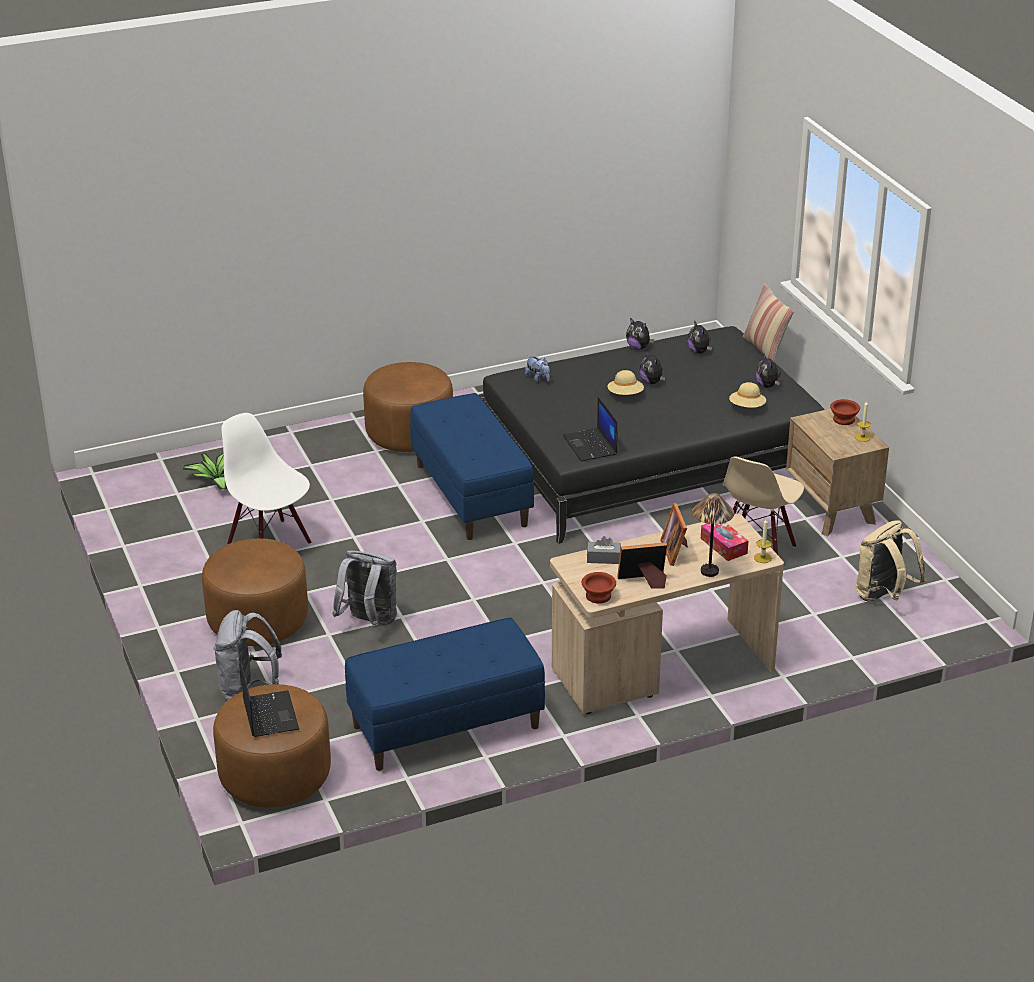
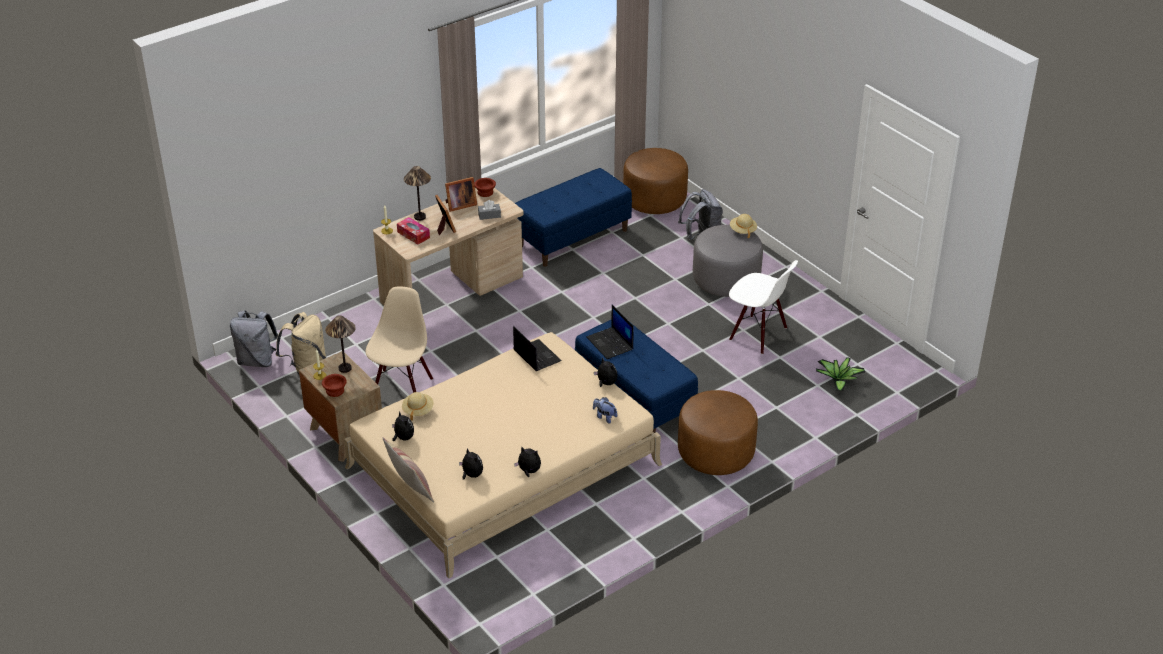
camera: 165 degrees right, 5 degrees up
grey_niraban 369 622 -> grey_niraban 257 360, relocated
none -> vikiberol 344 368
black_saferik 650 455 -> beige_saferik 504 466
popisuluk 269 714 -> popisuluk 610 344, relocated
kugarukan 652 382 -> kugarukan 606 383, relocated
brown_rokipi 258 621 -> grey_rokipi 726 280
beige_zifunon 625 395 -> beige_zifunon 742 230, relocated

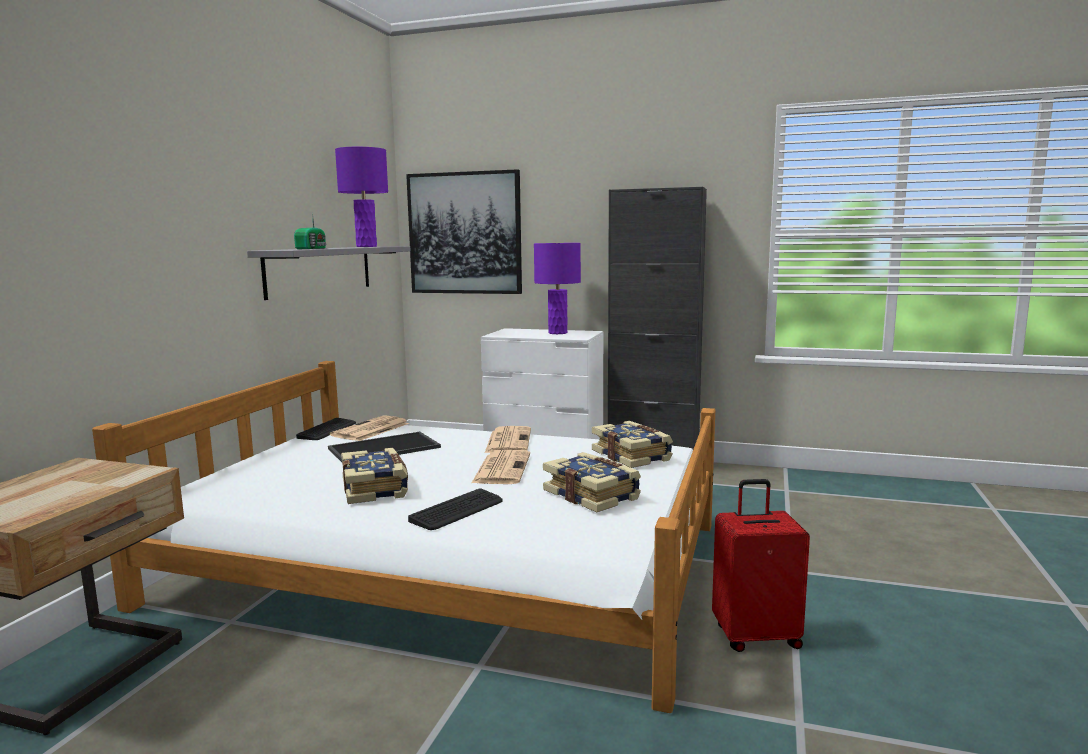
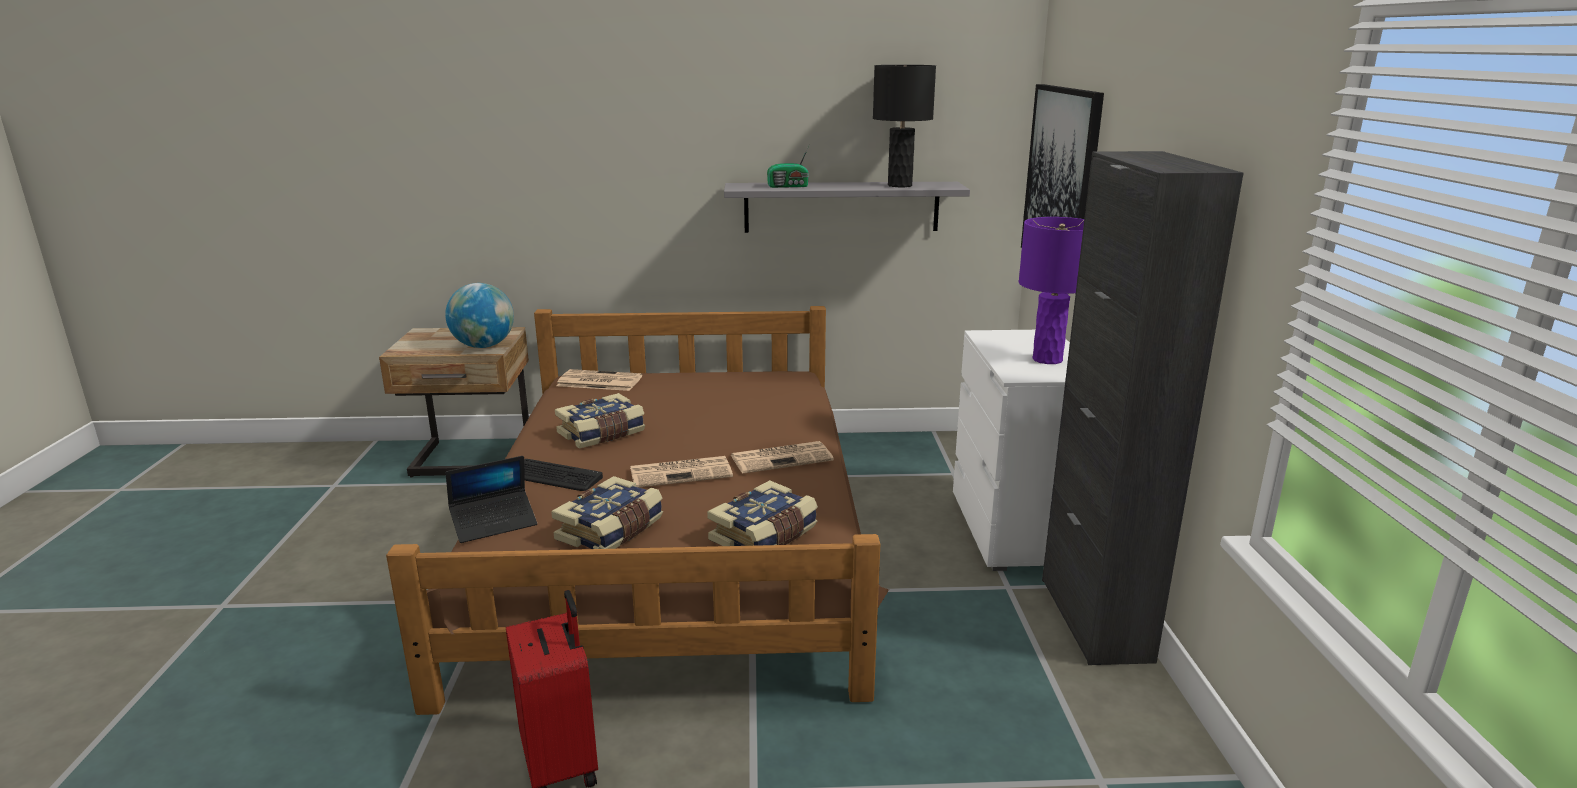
camera: 70 degrees right, 10 degrees up
white_saferik 452 563 -> brown_saferik 673 541
none -> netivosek 484 346
none -> popisuluk 494 523
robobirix 370 430 -> robobirix 598 381, relocated
purple_vikiberol 366 246 -> black_vikiberol 900 185
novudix 327 430 -> none
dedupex 383 449 -> none

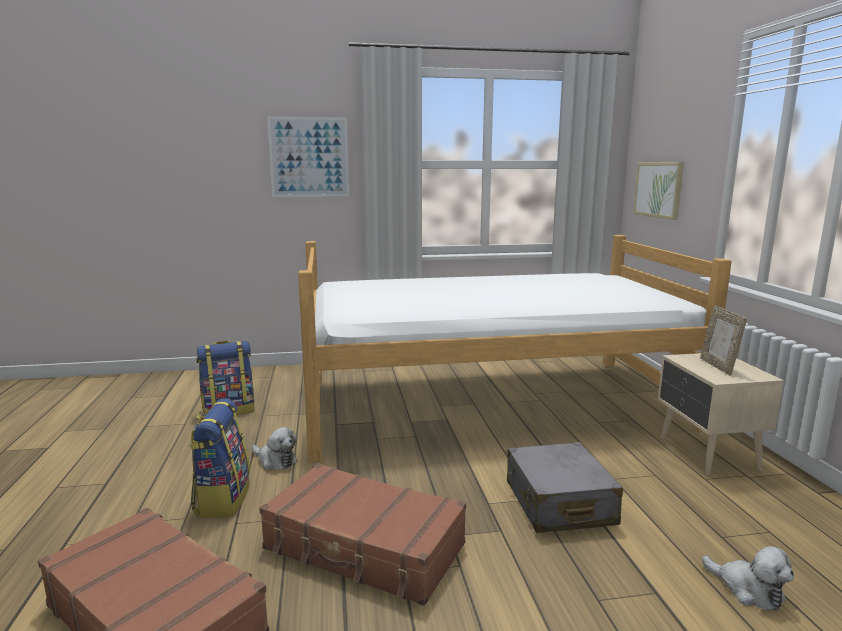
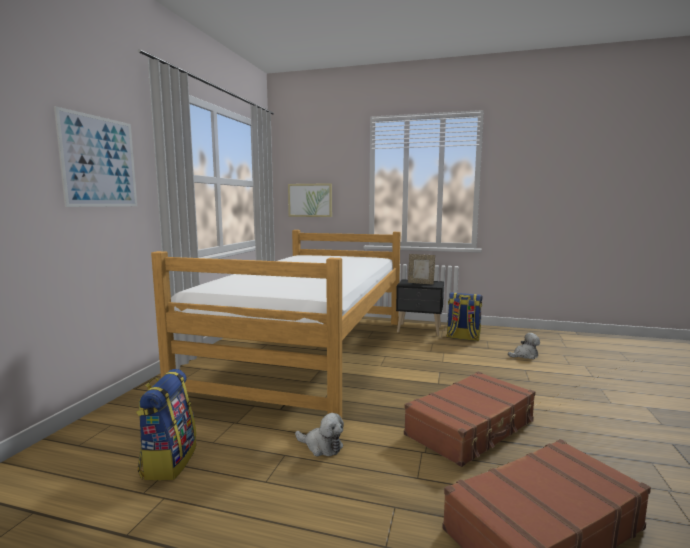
camera: 65 degrees left, 5 degrees down
kugarukan 275 461 -> kugarukan 321 446, 60 degrees clockwise
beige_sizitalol 707 454 -> black_sizitalol 419 330
niraban 222 499 -> niraban 462 338, relocated
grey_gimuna 559 503 -> none

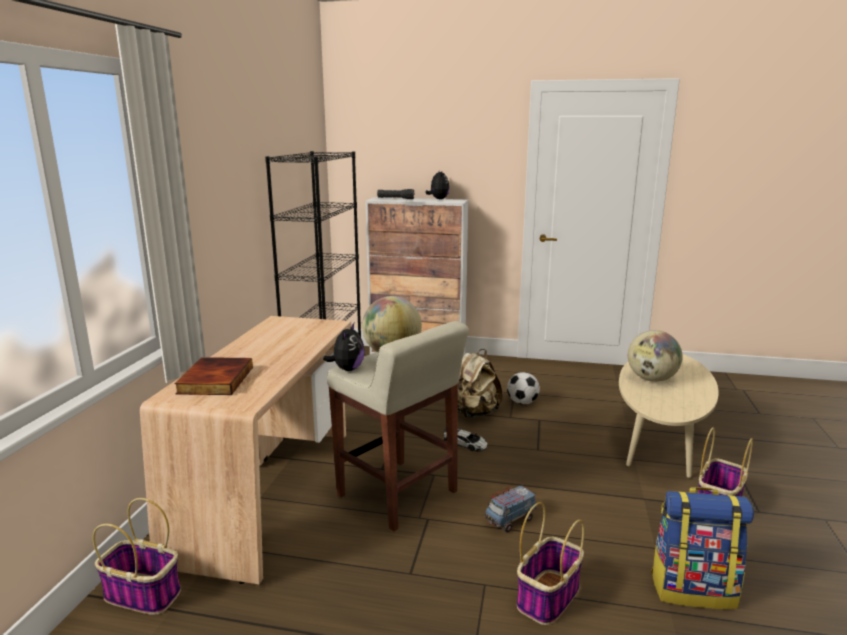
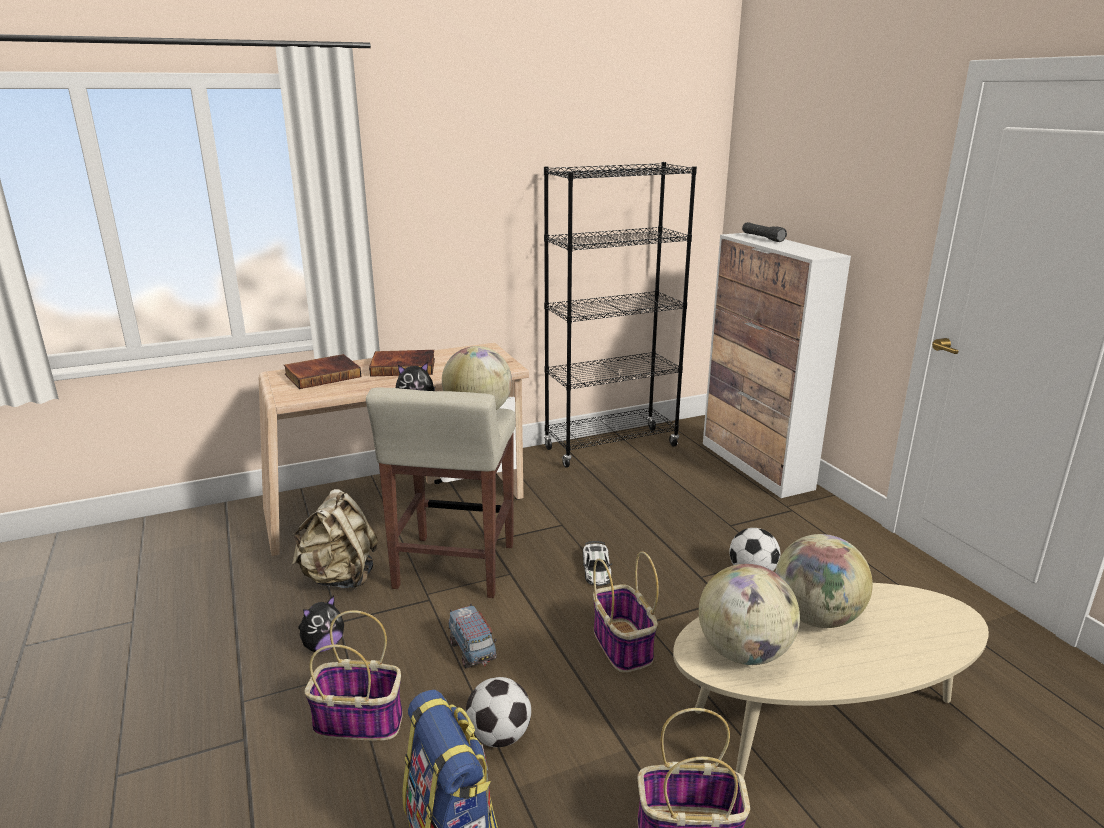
camera: 55 degrees right, 5 degrees up
beige_niraban 474 413 -> beige_niraban 340 578, relocated
kugarukan 438 199 -> kugarukan 323 646, relocated
none -> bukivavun 404 366
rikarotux 509 520 -> rikarotux 473 651, 135 degrees counterclockwise
none -> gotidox 499 736
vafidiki 144 594 -> vafidiki 623 646, relocated
none -> netivosek 744 652

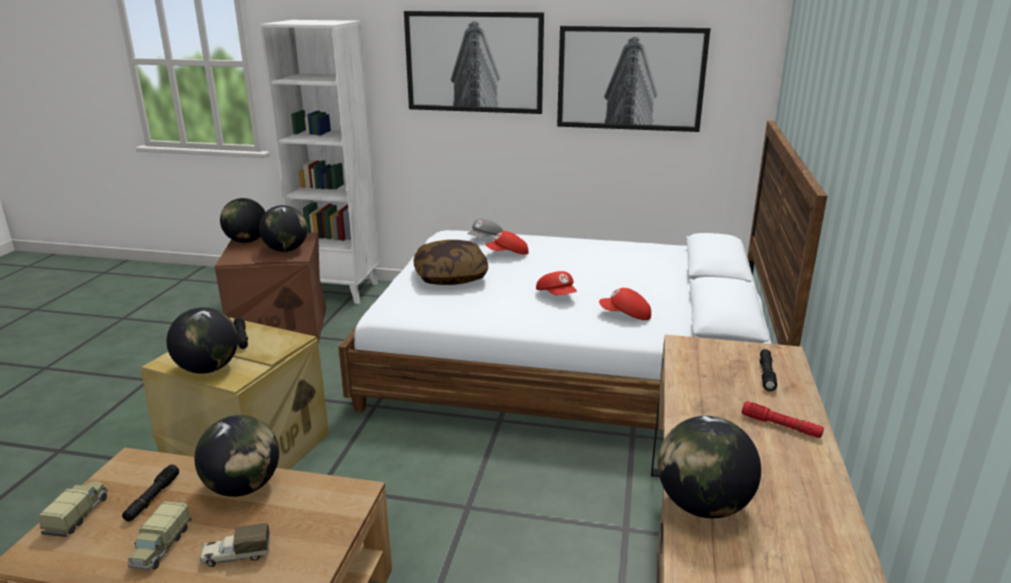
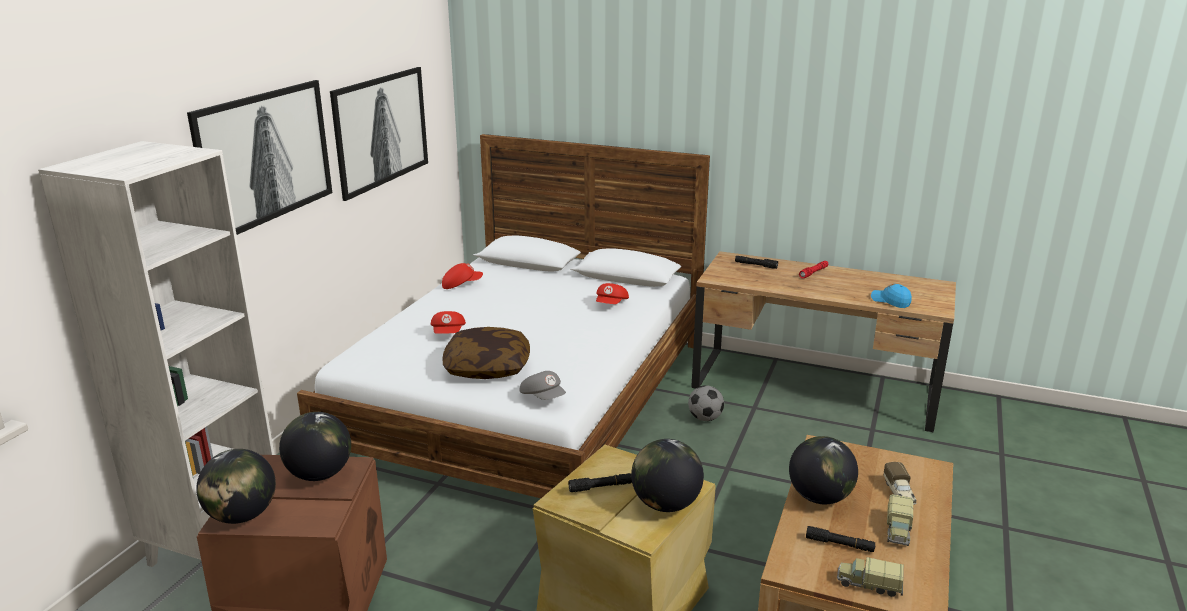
camera: 80 degrees left, 0 degrees up
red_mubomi 557 295 -> red_mubomi 461 285, relocated
grey_mubomi 486 239 -> grey_mubomi 543 397, relocated
none -> gotidox 705 418
netivosek 703 505 -> blue_mubomi 890 301
rikarotux 161 547 -> rikarotux 898 530, 90 degrees clockwise

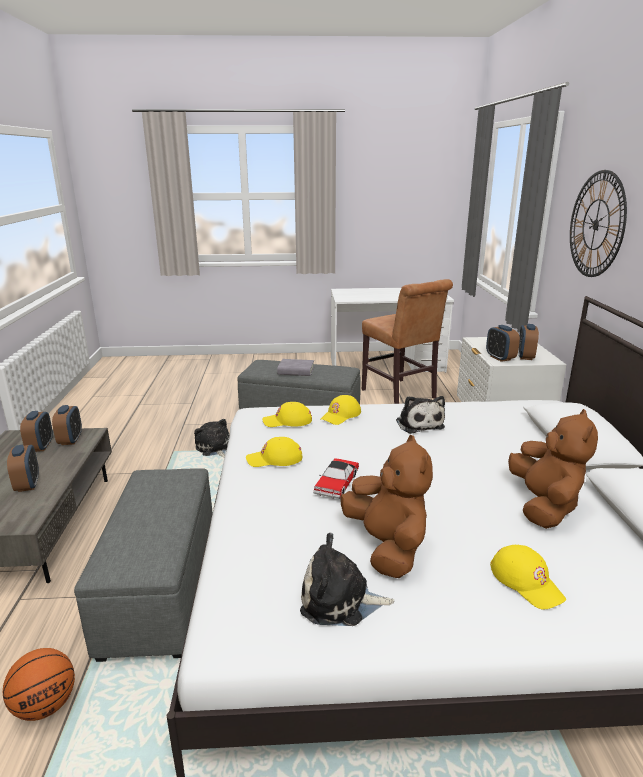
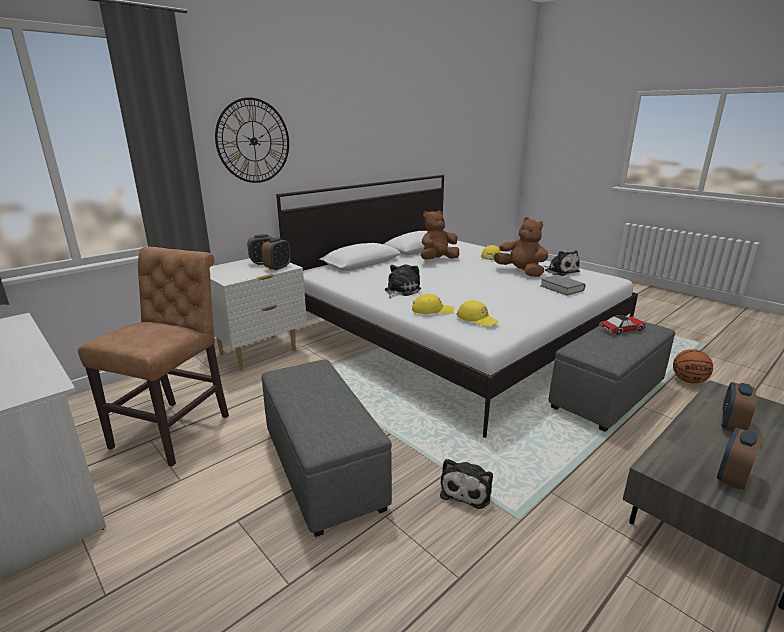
camera: 130 degrees left, 0 degrees up
brown_kugarukan 387 547 -> brown_kugarukan 521 272, 105 degrees clockwise
grey_bukivavun 296 371 -> grey_bukivavun 562 288, relocated
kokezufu 336 483 -> kokezufu 621 329, relocated
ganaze 70 440 -> none
yellow_mubomi 274 459 -> none

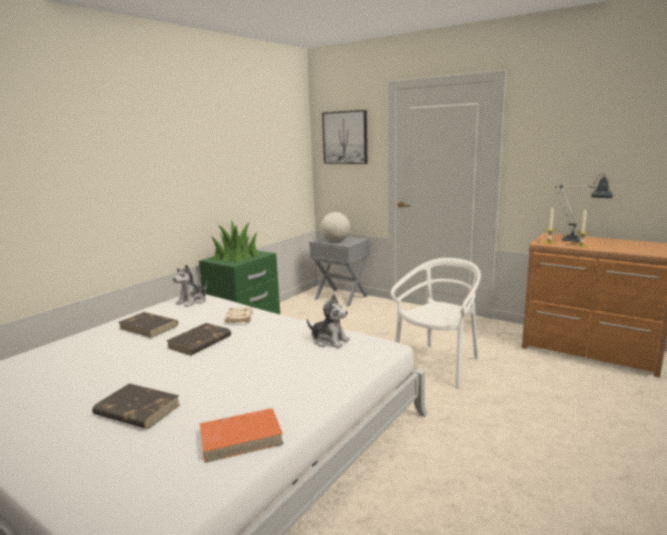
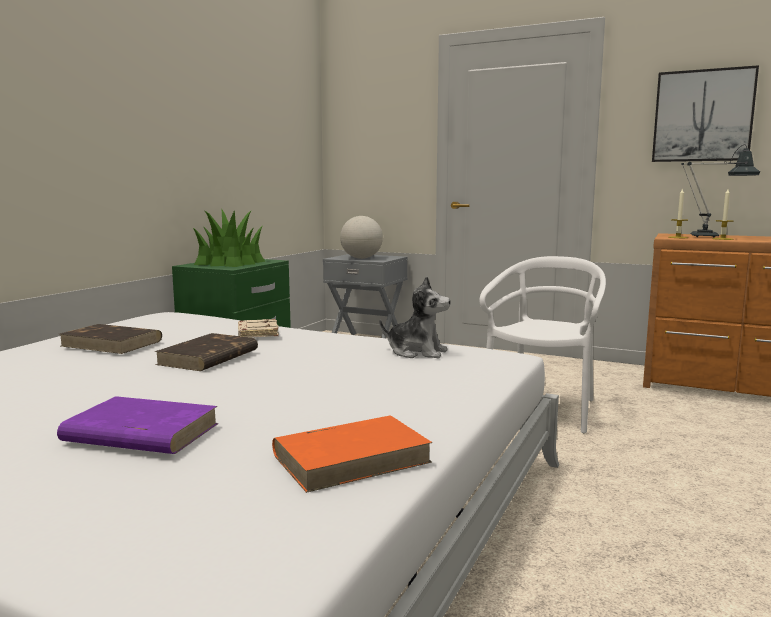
camera: 10 degrees left, 5 degrees down
brown_bukivavun 136 410 -> purple_bukivavun 140 433
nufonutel 345 137 -> nufonutel 703 116, relocated
kugarukan 193 301 -> none

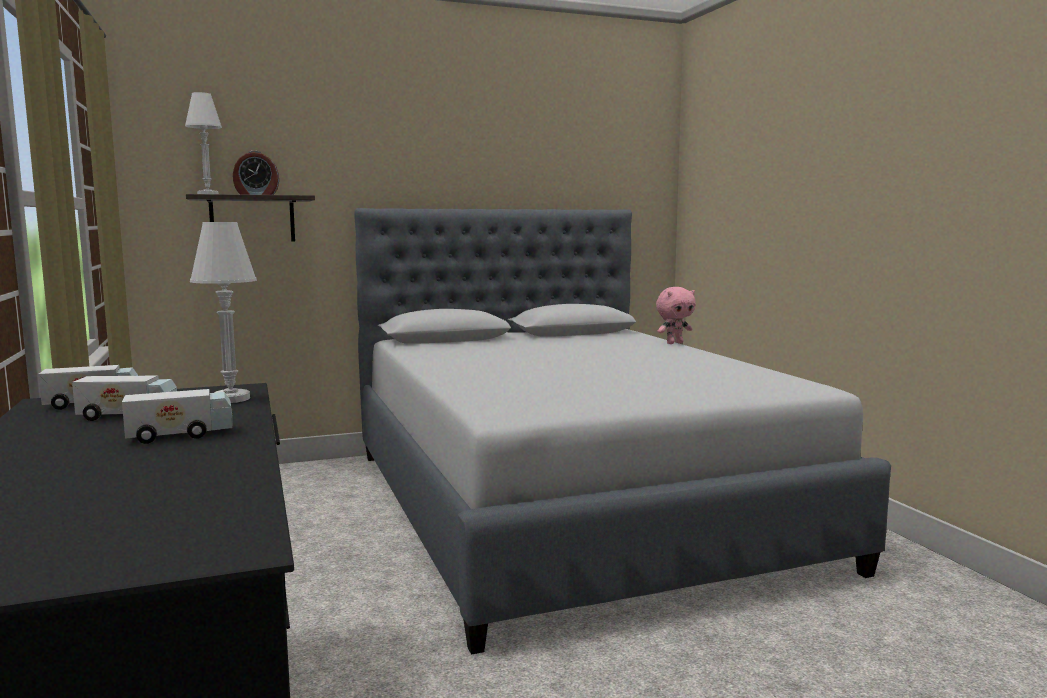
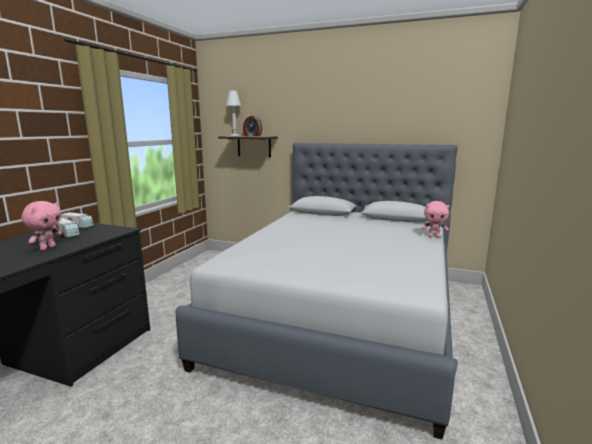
camera: 40 degrees right, 5 degrees up
rikarotux 181 435 -> pink_kugarukan 47 248
white_vikiberol 231 399 -> none

